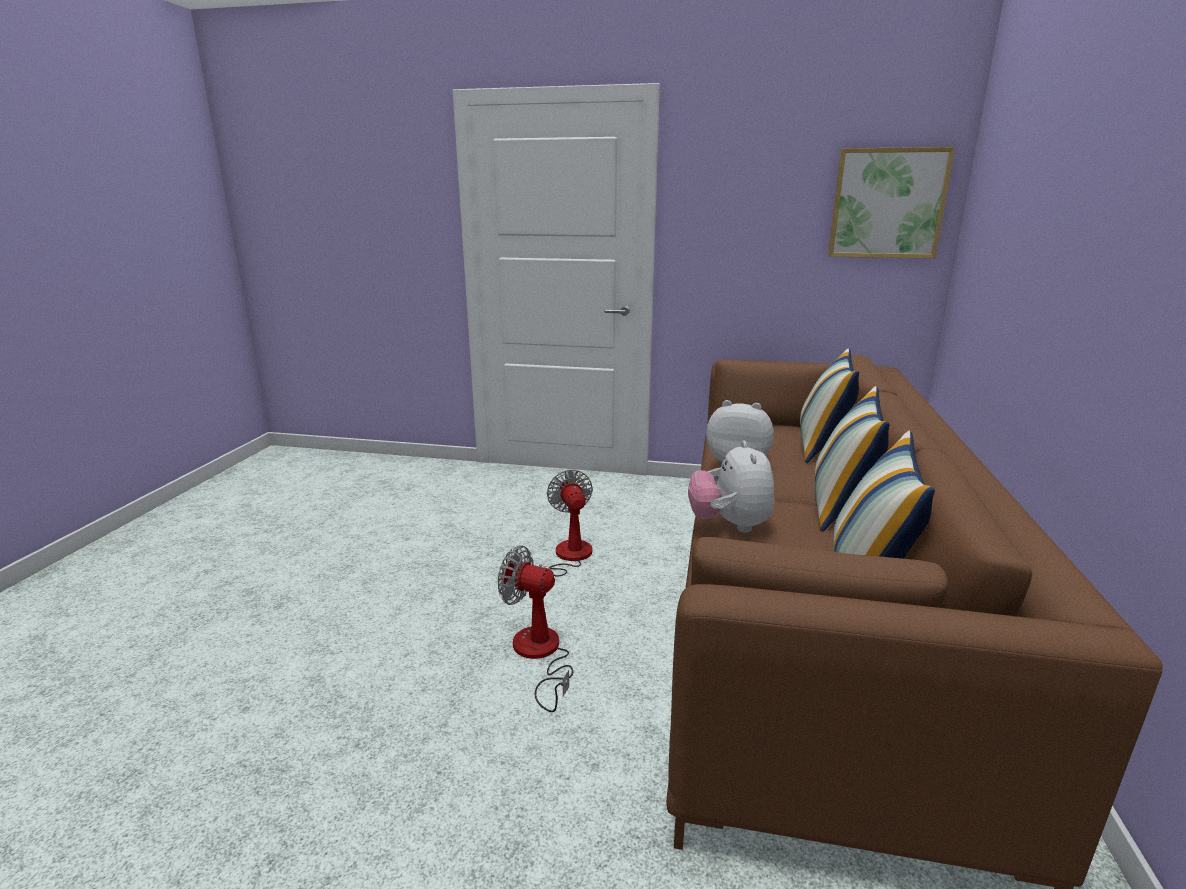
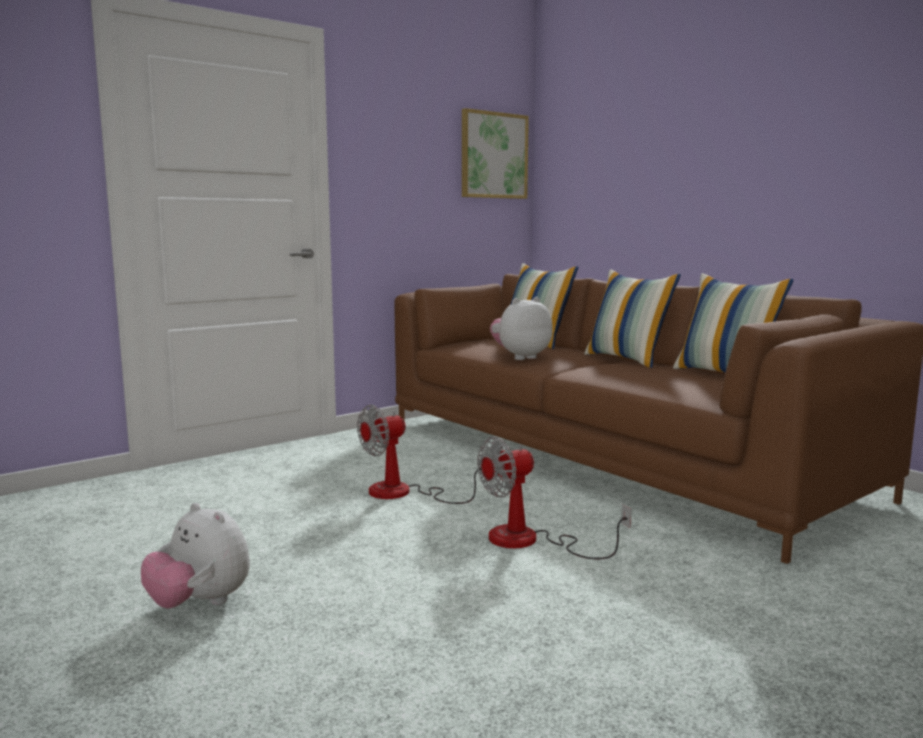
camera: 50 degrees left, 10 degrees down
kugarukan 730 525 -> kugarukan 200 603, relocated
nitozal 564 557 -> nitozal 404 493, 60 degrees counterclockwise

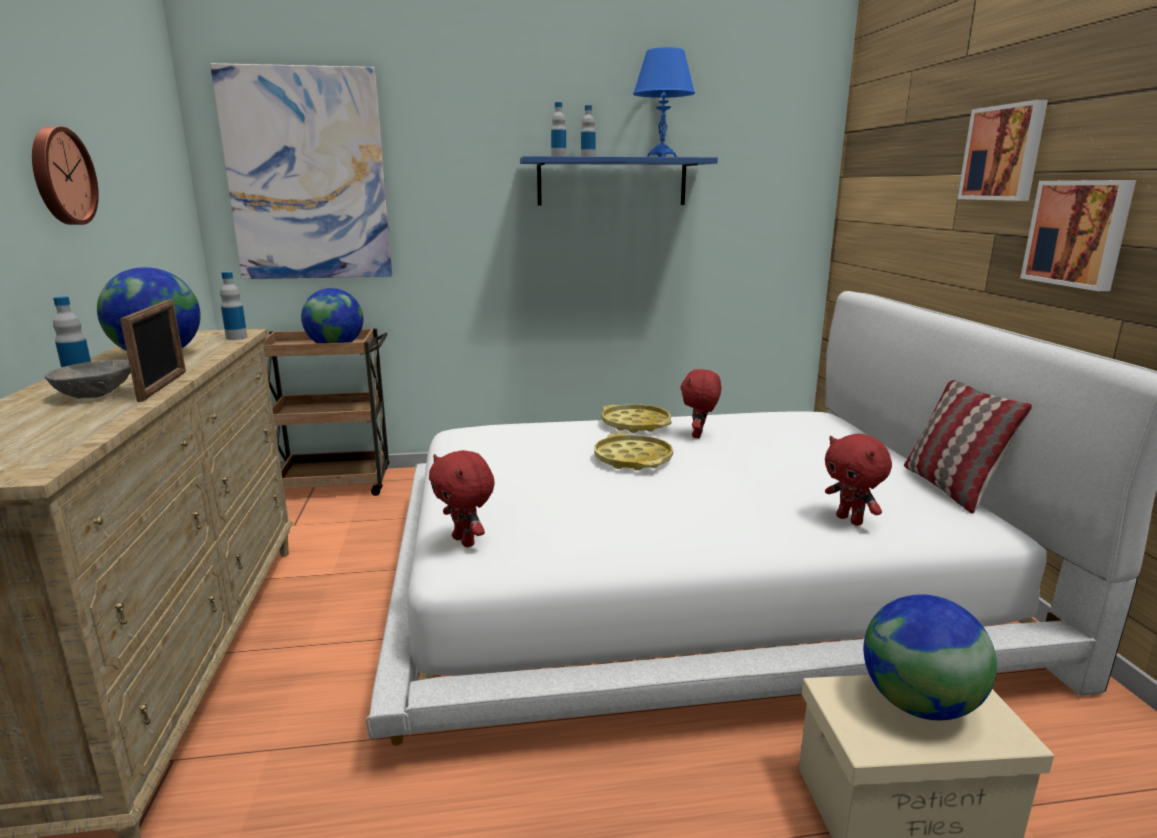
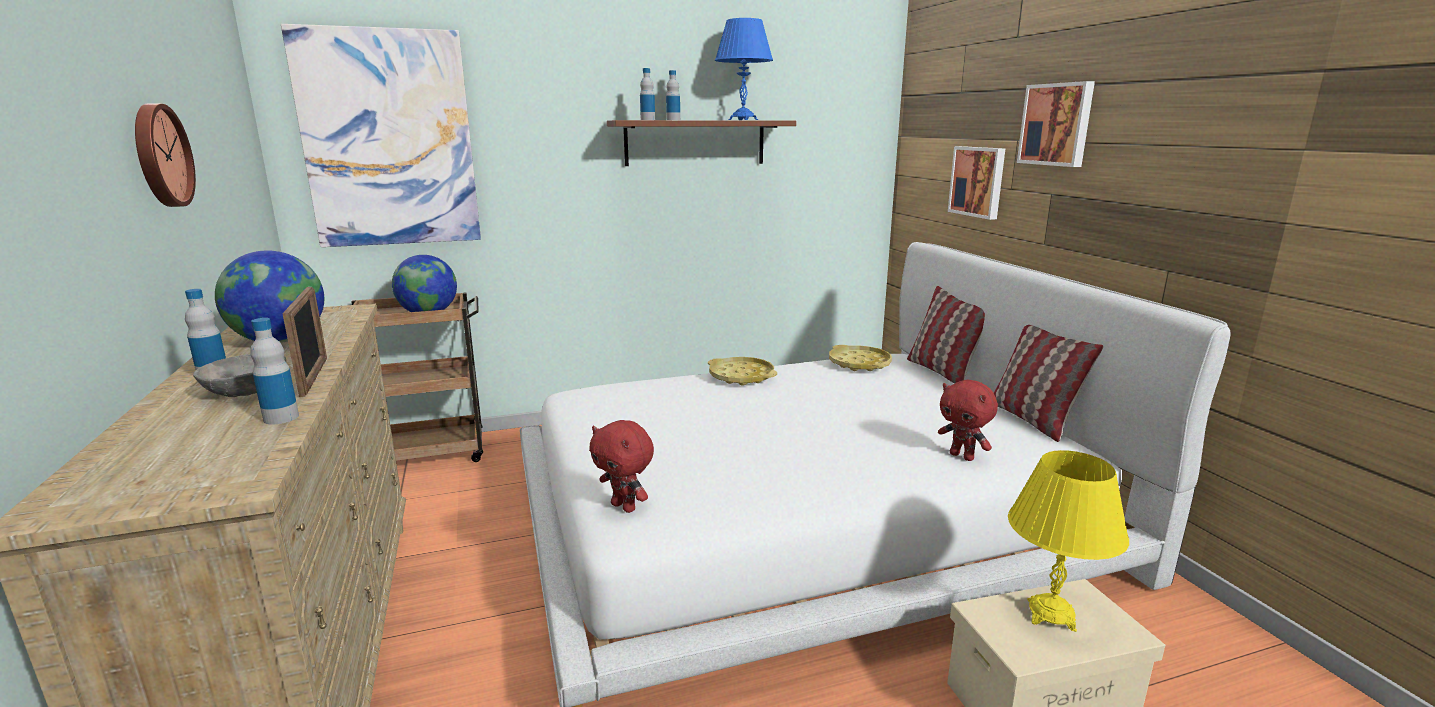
camera: 10 degrees left, 0 degrees up
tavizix 236 337 -> tavizix 281 418, relocated
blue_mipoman 612 182 -> brown_mipoman 695 142
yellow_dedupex 633 459 -> yellow_dedupex 859 363, relocated
none -> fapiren 942 371
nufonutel 1078 233 -> nufonutel 978 181, relocated
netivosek 918 704 -> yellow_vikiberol 1051 615
red_kugarukan 699 435 -> none

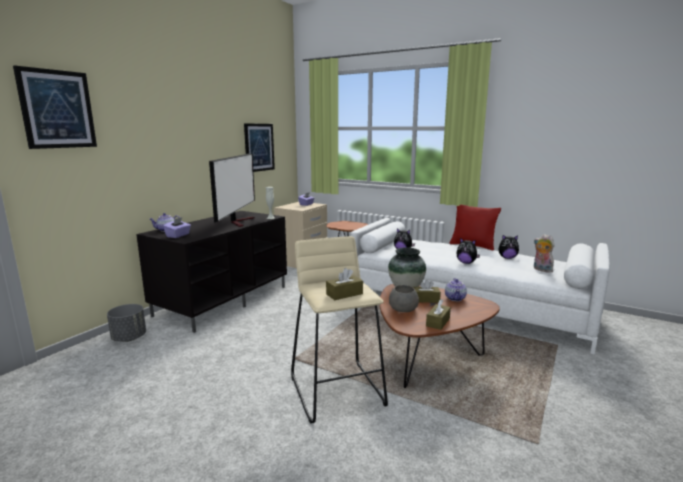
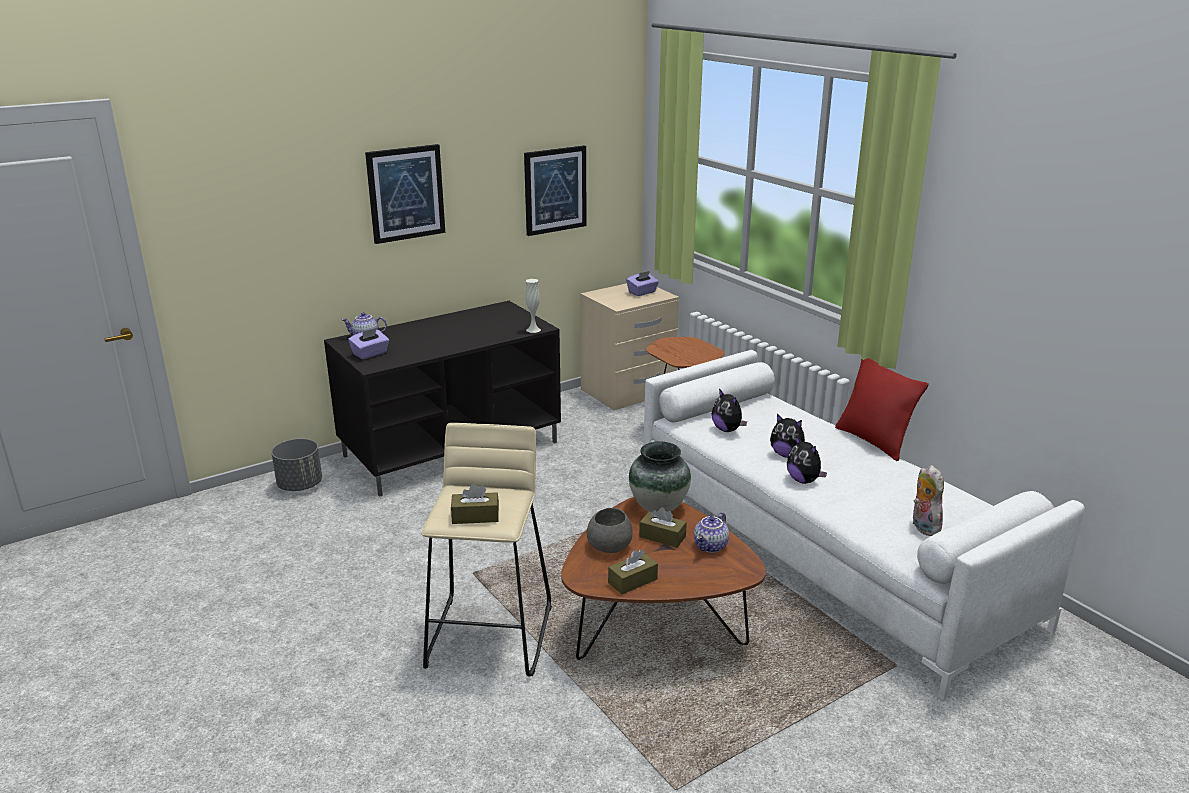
camera: 25 degrees right, 10 degrees up
nufonutel 57 109 -> nufonutel 406 193, relocated
kugarukan 507 258 -> kugarukan 787 455, relocated
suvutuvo 239 221 -> none

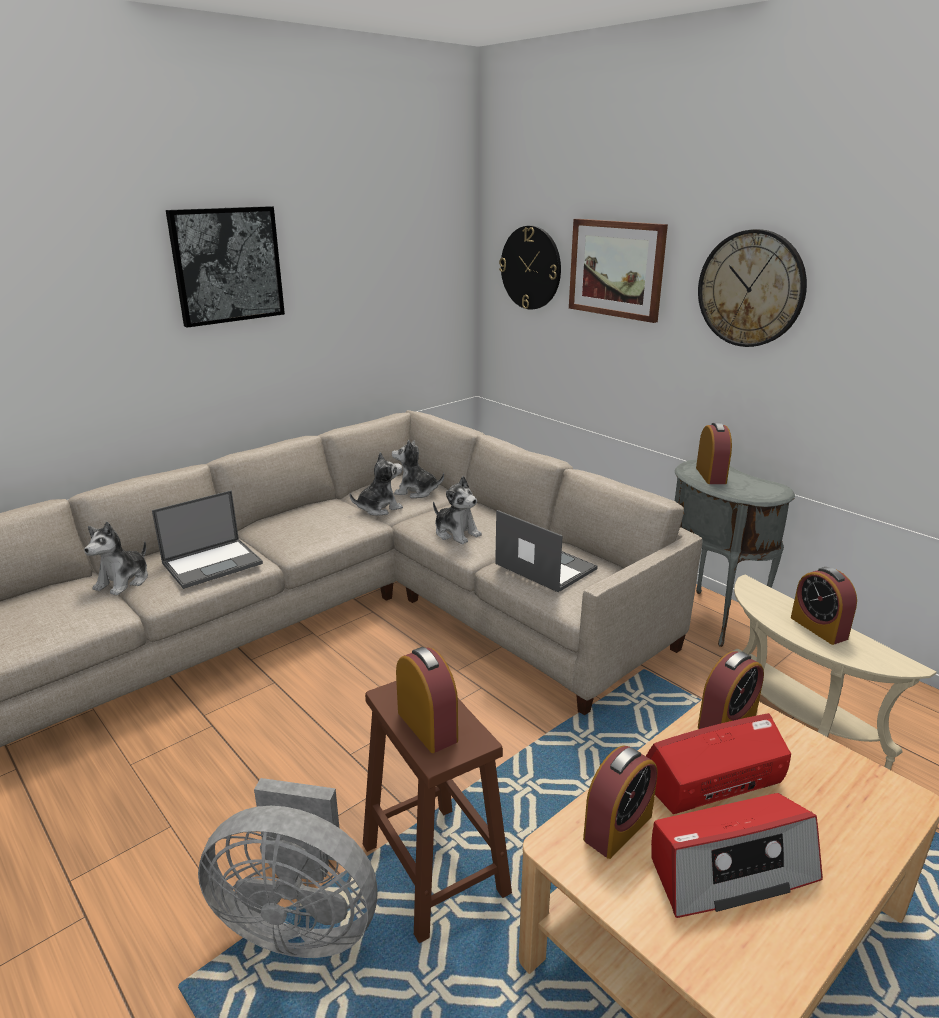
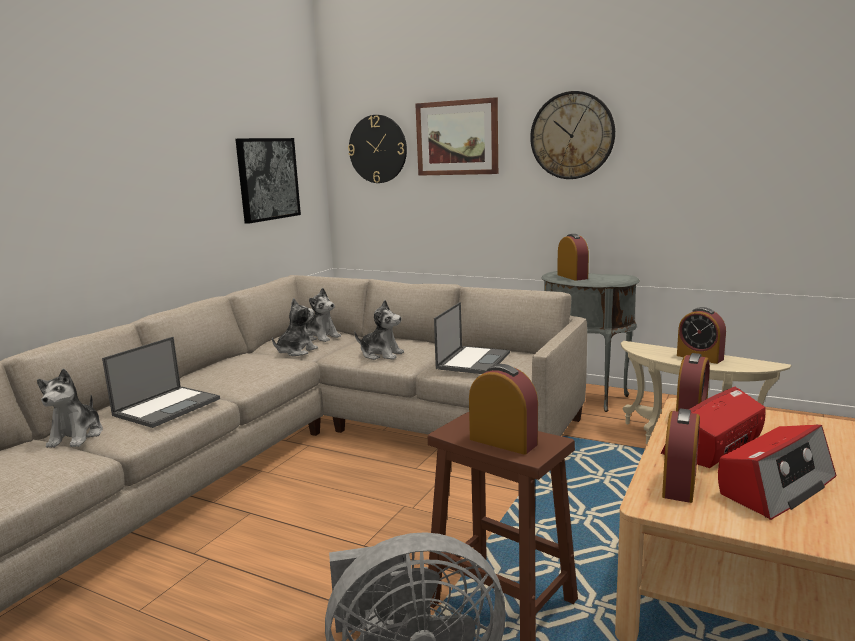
camera: 20 degrees left, 10 degrees down
nufonutel 227 265 -> nufonutel 267 179, relocated
kugarukan 416 492 -> kugarukan 320 337, 135 degrees counterclockwise
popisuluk 544 566 -> popisuluk 473 360, 90 degrees clockwise

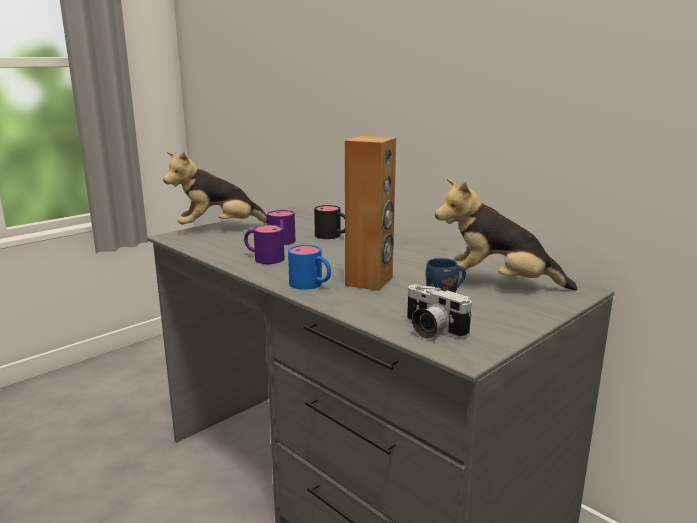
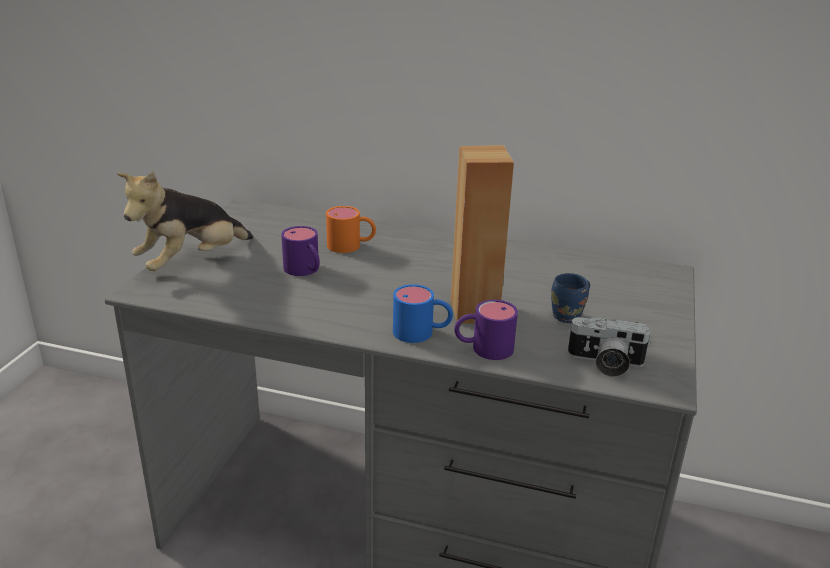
camera: 30 degrees left, 10 degrees up
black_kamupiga 332 236 -> orange_kamupiga 351 246
purple_kamupiga 263 258 -> purple_kamupiga 483 348, relocated
kugarukan 498 284 -> none

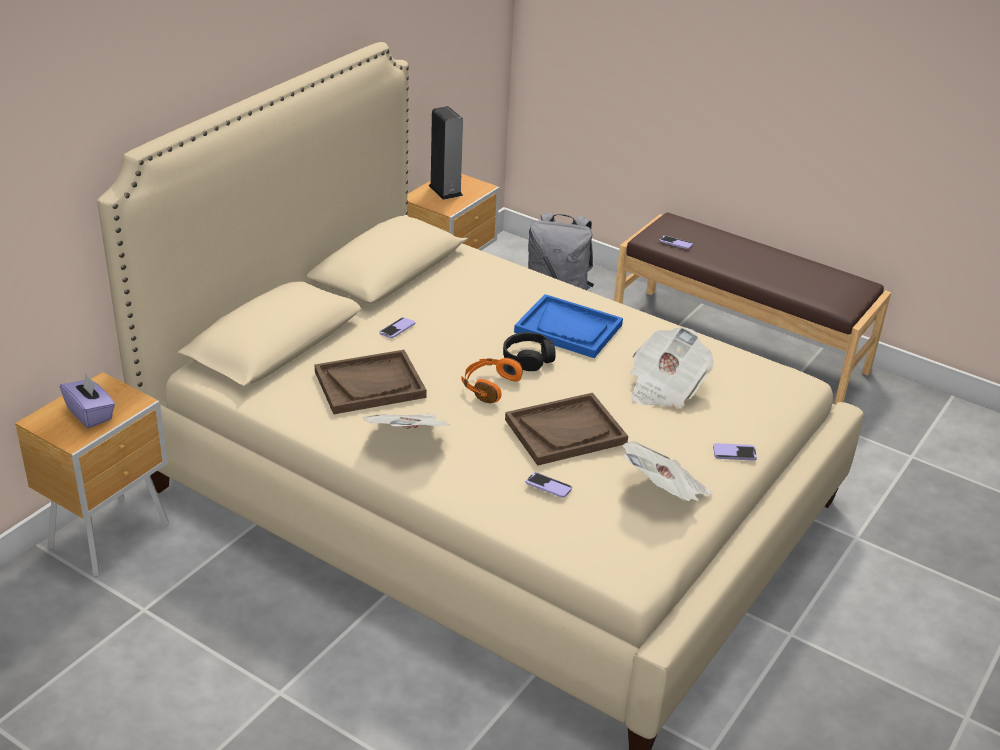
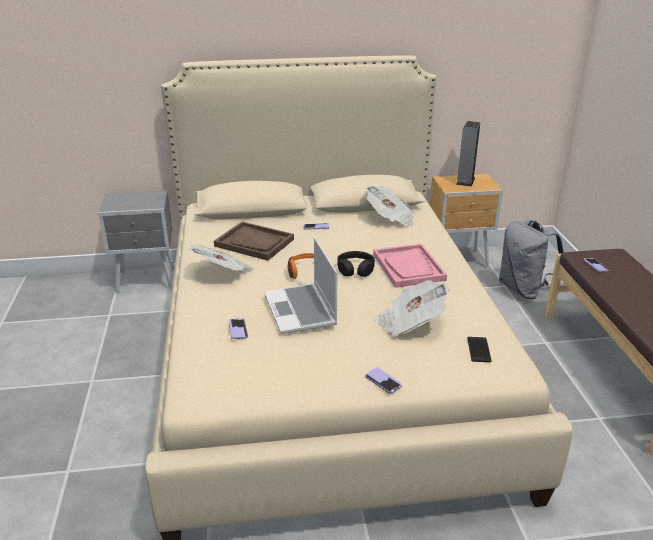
camera: 50 degrees right, 5 degrees down
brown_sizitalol 112 536 -> grey_sizitalol 148 281
brown_dedupex 565 431 -> popisuluk 301 311
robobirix 664 492 -> robobirix 390 219, relocated
blue_dedupex 568 329 -> pink_dedupex 409 267
none -> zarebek 478 350
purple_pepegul 90 414 -> none

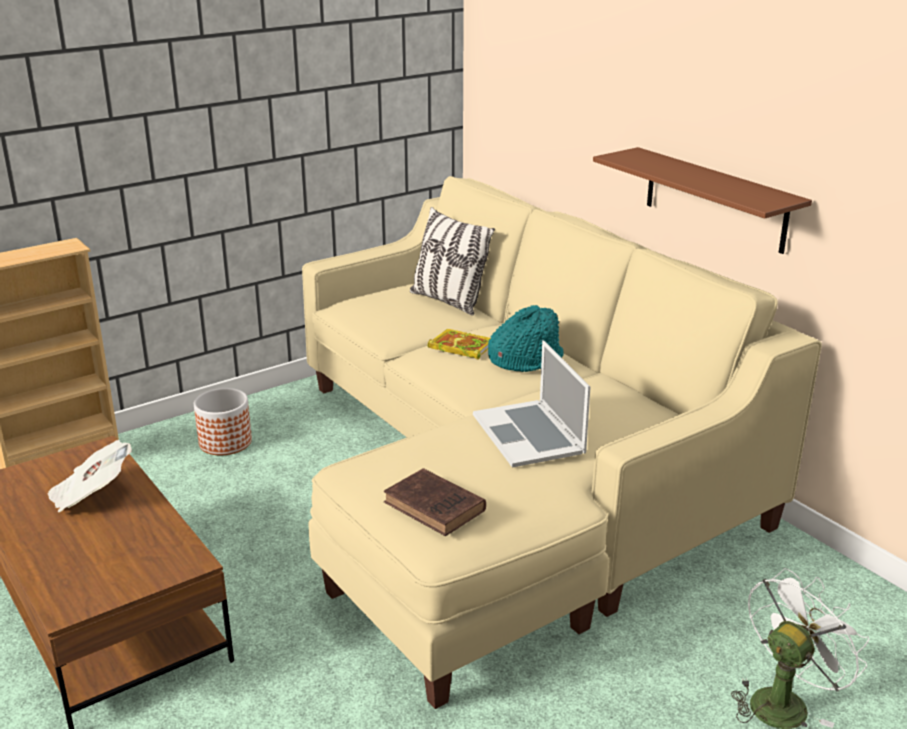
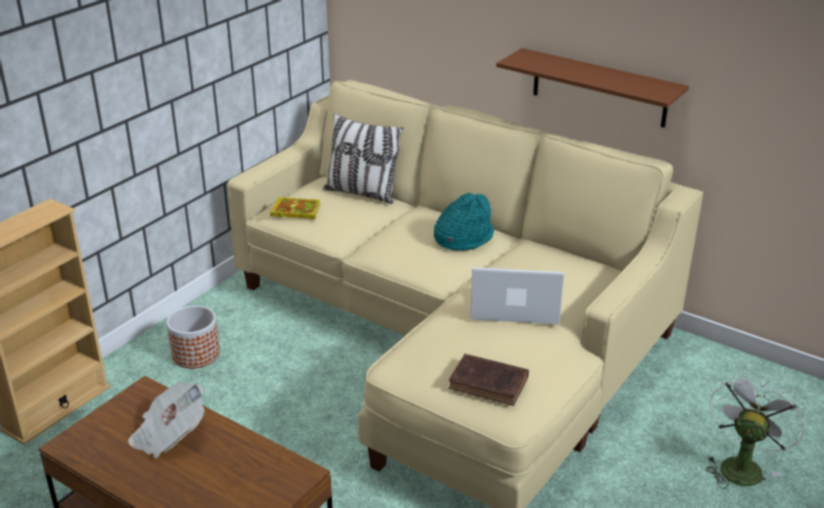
camera: 20 degrees left, 5 degrees up
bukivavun 459 347 -> bukivavun 294 211, relocated
popisuluk 529 433 -> popisuluk 514 305, 135 degrees clockwise

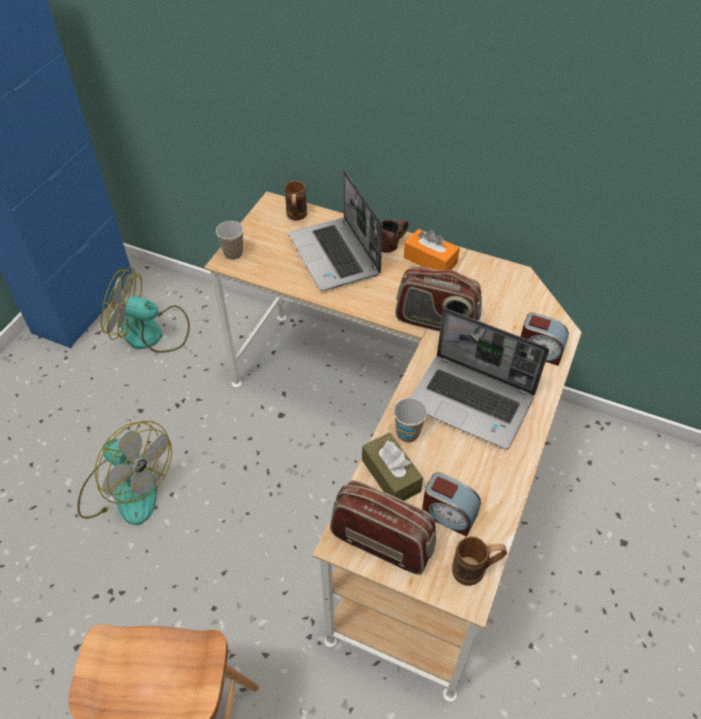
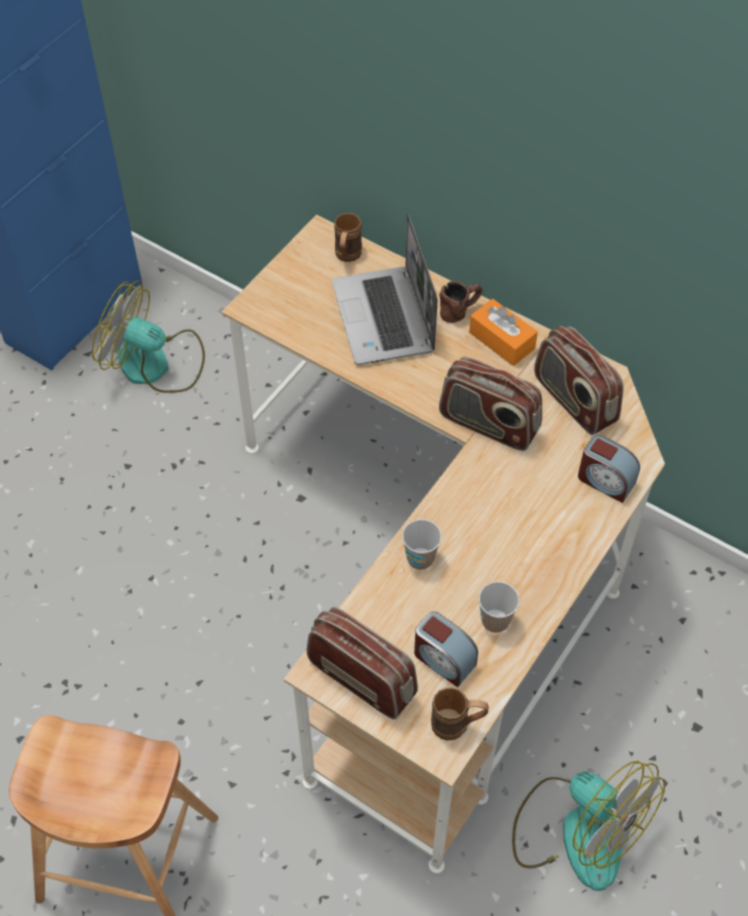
camera: 10 degrees right, 5 degrees up
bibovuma 233 253 -> bibovuma 495 621, relocated
nitozal 126 488 -> nitozal 577 831, relocated
none -> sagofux 573 400
brown_pepegul 391 475 -> none
popisuluk 472 401 -> none

